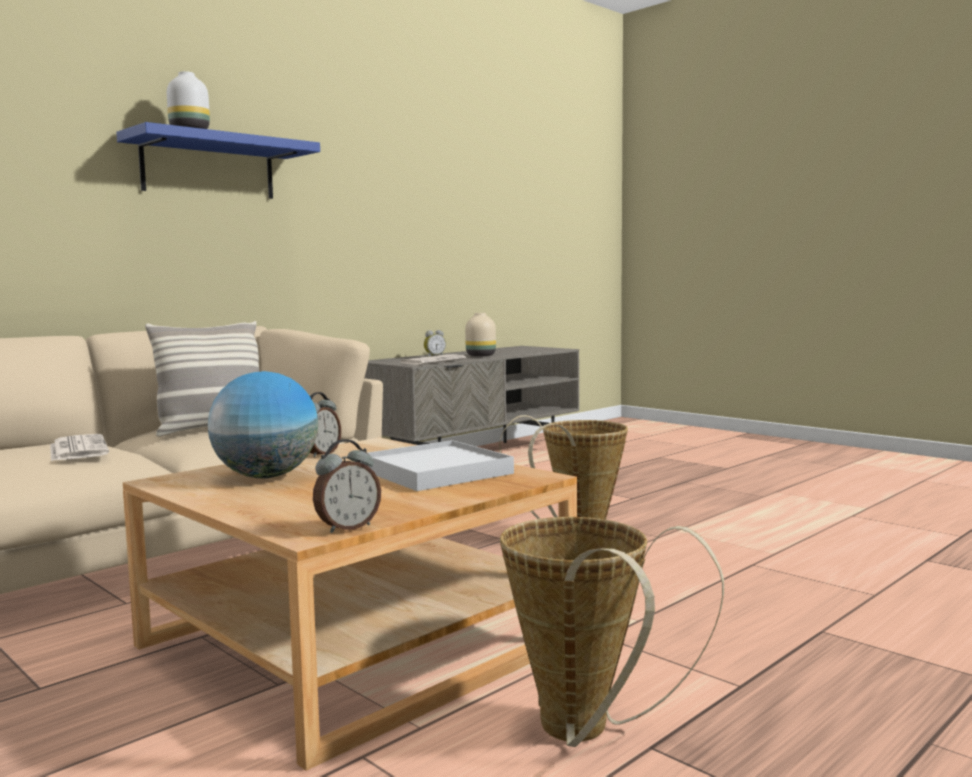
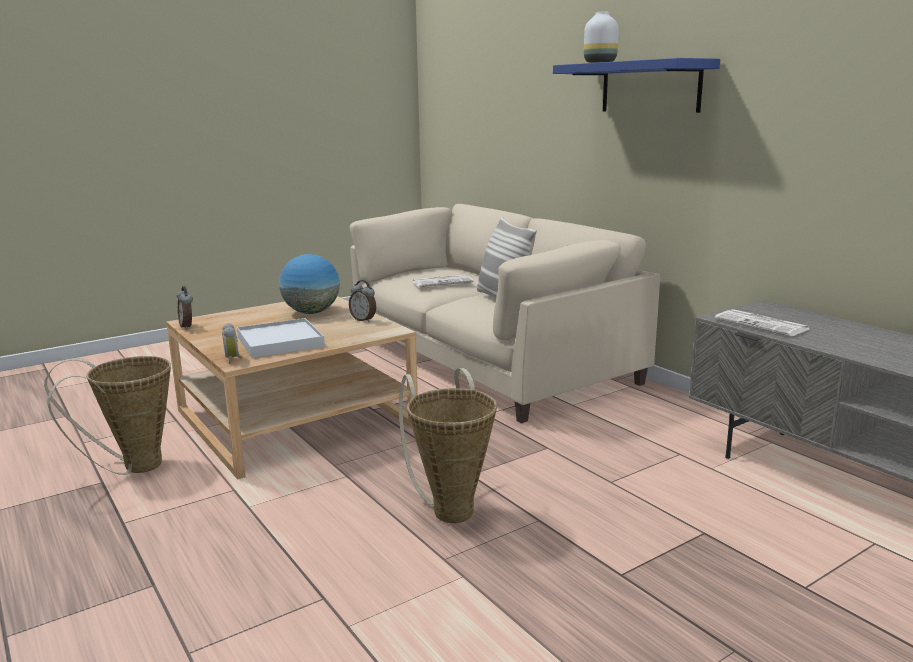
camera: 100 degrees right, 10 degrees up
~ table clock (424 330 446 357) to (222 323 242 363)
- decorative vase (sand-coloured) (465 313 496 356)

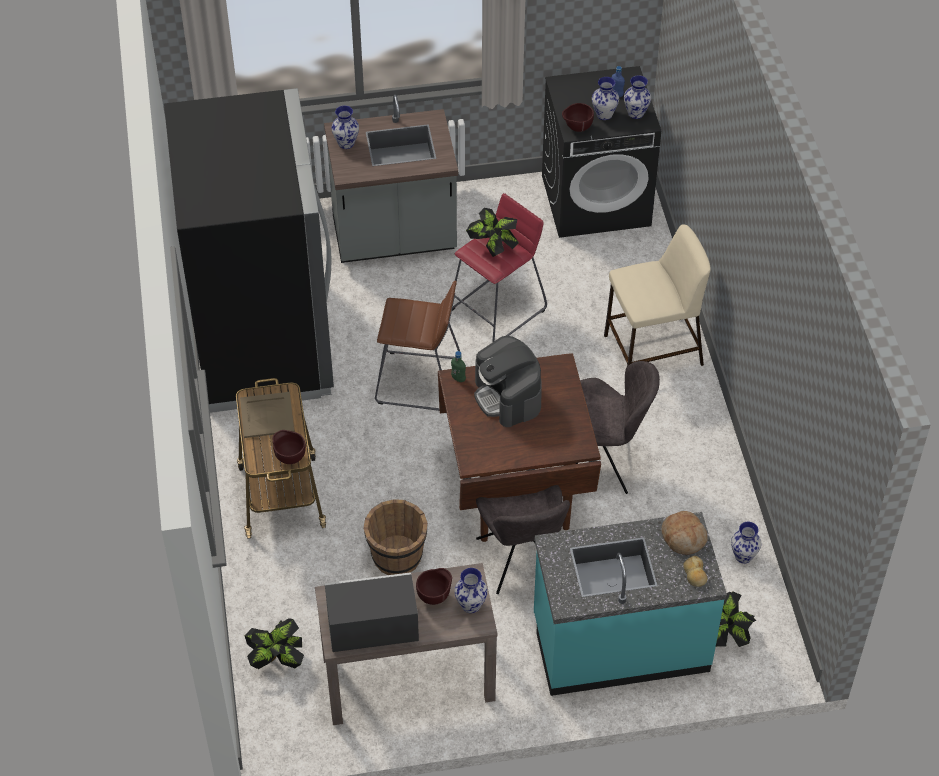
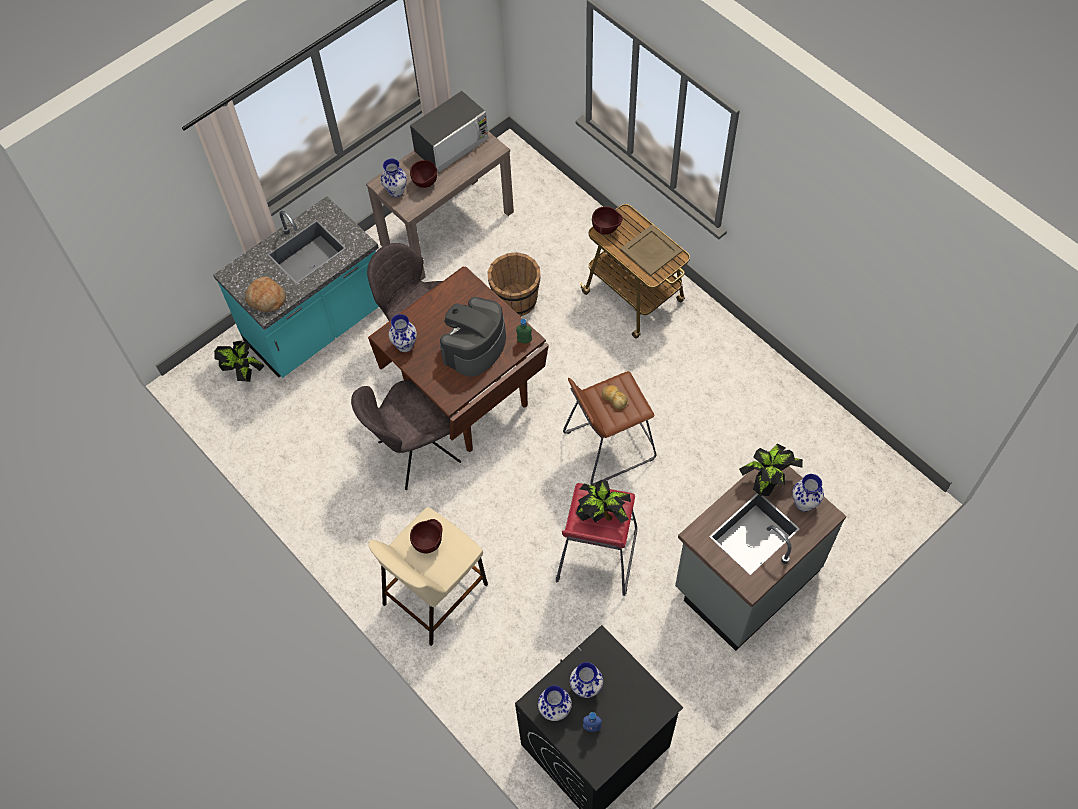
camera: 150 degrees right, 10 degrees up
- kitchen fridge (black) (164 88 334 413)
~ plant in a pot (245 618 304 669) to (739 444 803 496)
~ coffee maker (474 336 542 427) = (440 297 506 377) 90 degrees counterclockwise
~ serving bowl (brown) (562 103 594 132) to (410 519 442 554)
~ bread (683 556 708 587) to (602 385 628 409)
~ decorative vase (731 522 761 564) to (388 314 417 352)

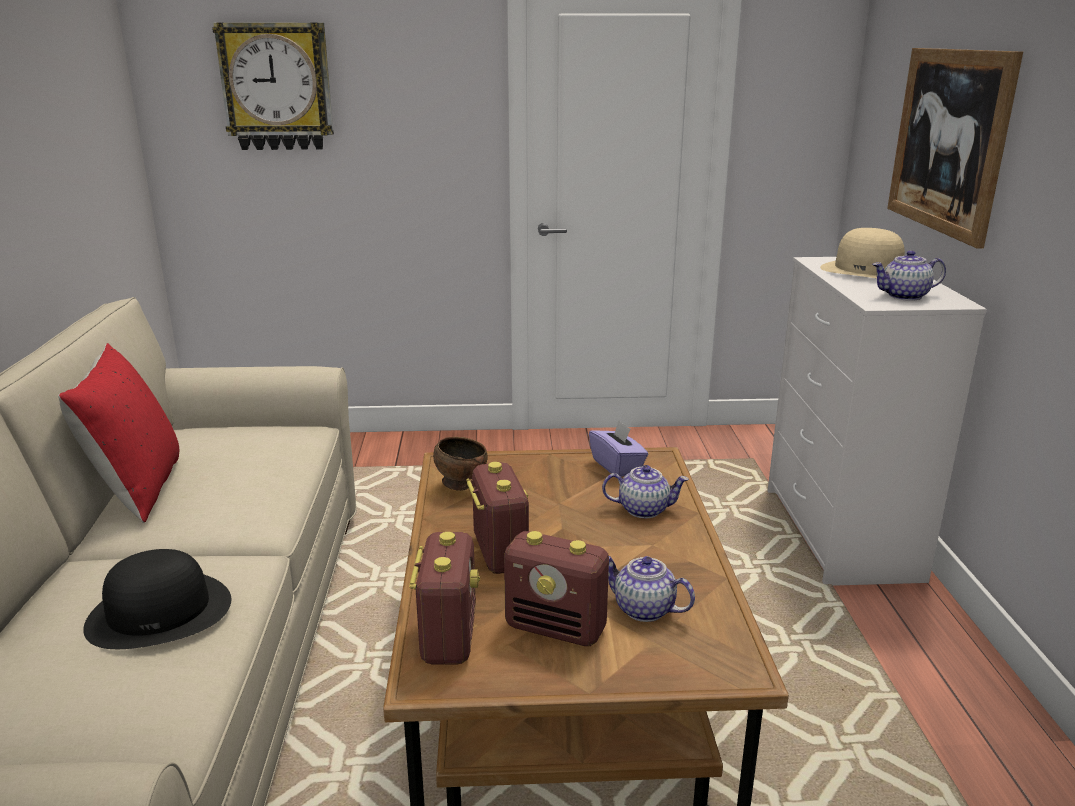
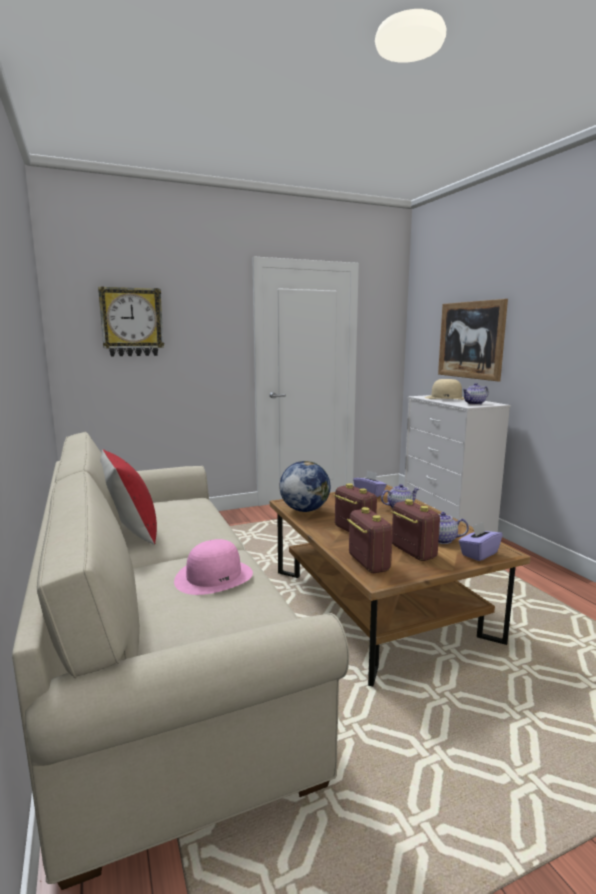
camera: 20 degrees left, 10 degrees down
~ wearable hat (black) (83 549 231 649) to wearable hat (pink) (174 539 253 595)
~ serving bowl (brown) (433 437 487 491) to desk globe (279 461 330 512)
~ radio (504 531 609 646) = (391 499 440 561) 120 degrees counterclockwise
+ box of tissues (purplish) (459 522 503 561)

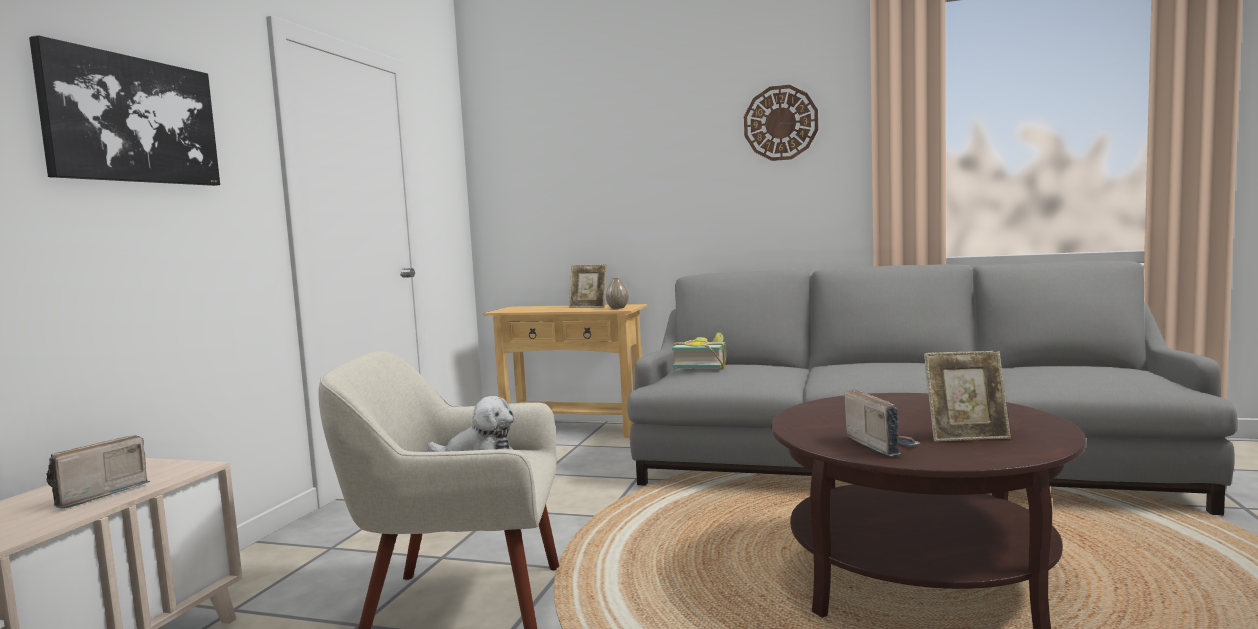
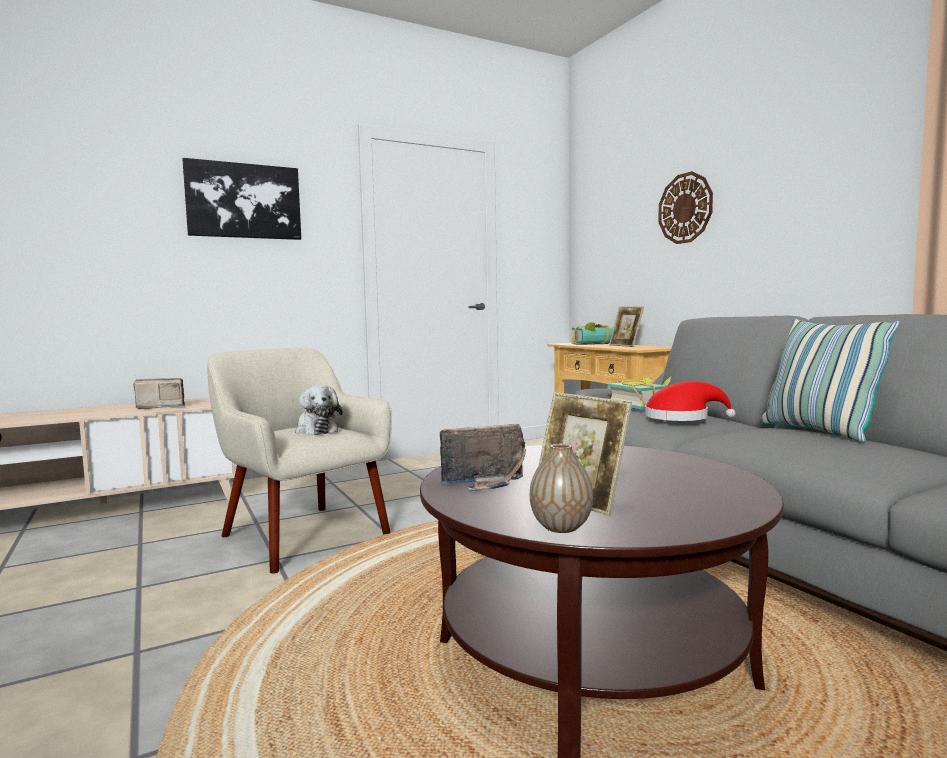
camera: 45 degrees right, 0 degrees up
~ decorative vase (606 277 629 309) to (530 444 593 533)
~ wall clock (744 85 818 161) to (658 171 713 244)
~ radio (844 389 921 456) = (439 424 526 491) 45 degrees clockwise
+ book (572 322 613 345)
+ wearable hat (reddish) (645 381 736 421)
+ throw pillow (760 318 901 442)

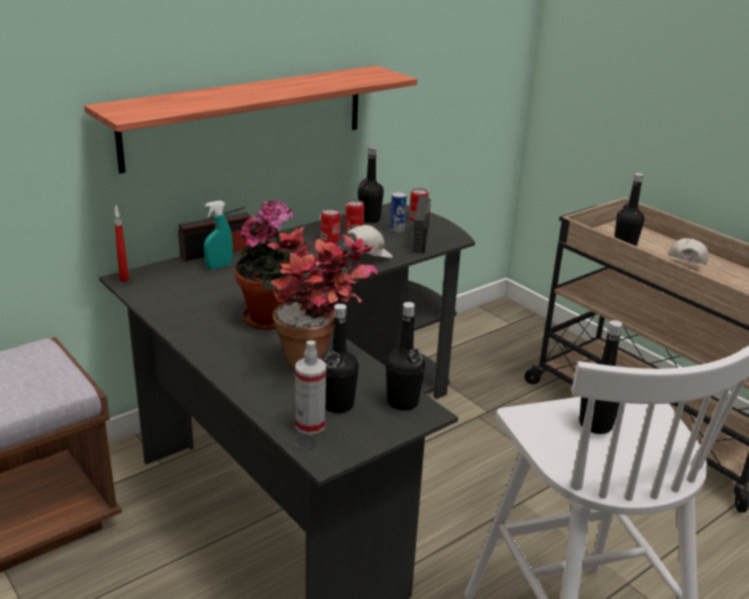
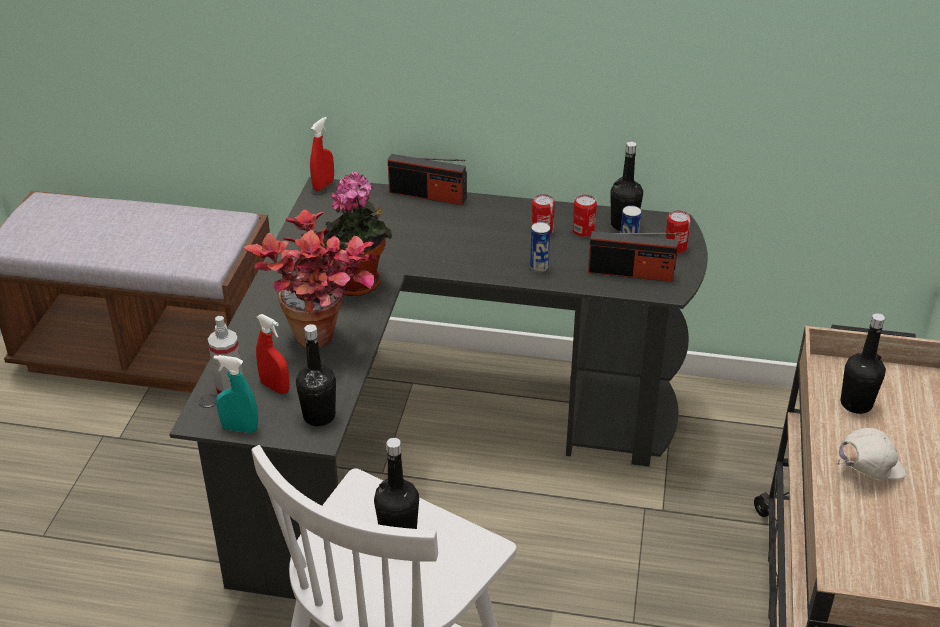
camera: 50 degrees right, 10 degrees up
- wall shelf (84 66 417 174)
~ sprayer (blue-green) (204 200 233 269) to (214 355 258 433)
~ bottle (black) (321 304 359 413) to sprayer (reddish) (256 314 290 394)
~ baseball cap (whitish) (343 225 393 258) to metal can (530 222 550 272)
~ radio (412 195 431 254) = (588 231 678 282) 135 degrees counterclockwise

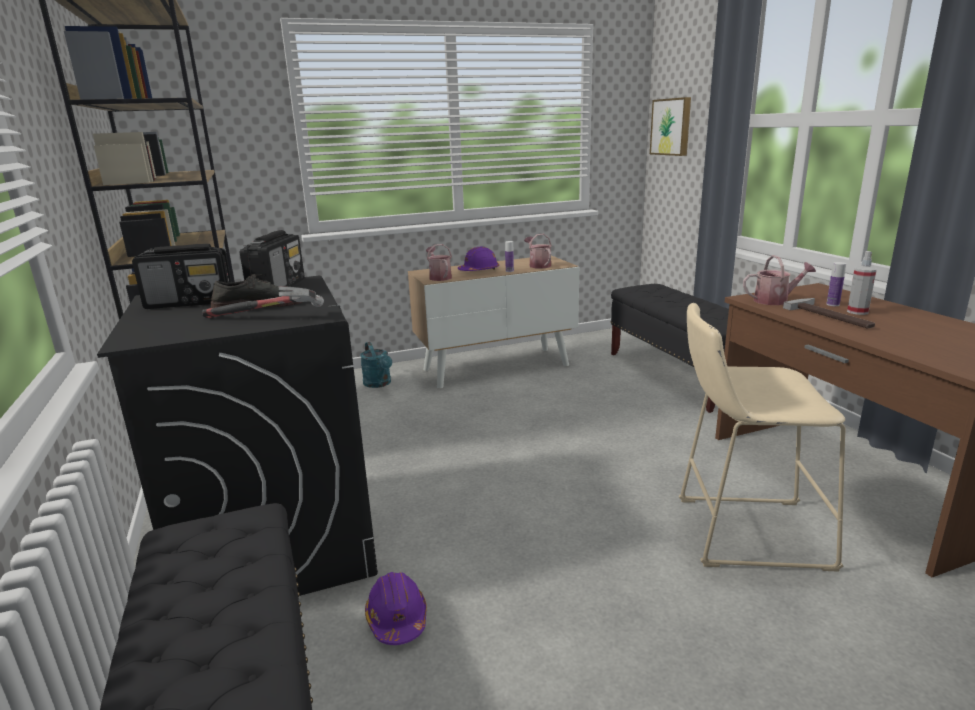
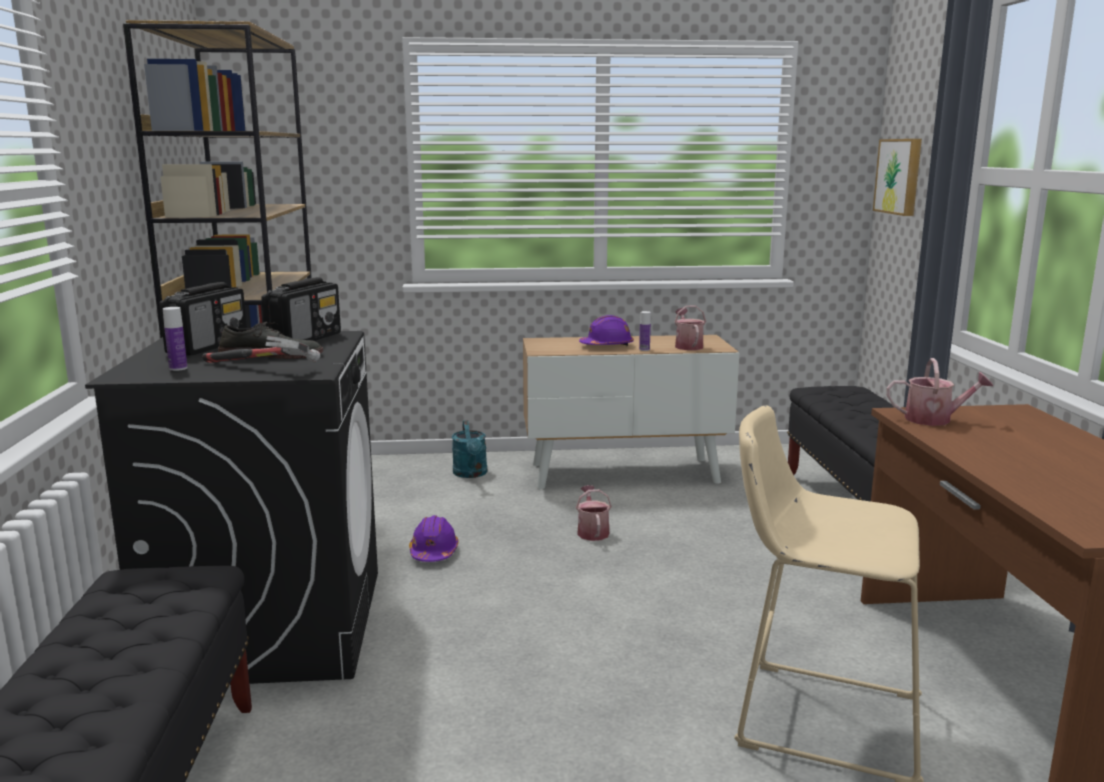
camera: 15 degrees right, 5 degrees down
~ radio (132 244 231 309) = (159 282 247 356) 75 degrees counterclockwise
~ work helmet (purplish) (365 572 427 645) to (409 515 458 562)
~ sprinkling can (426 244 452 281) to (576 485 612 541)
- tool hammer (783 298 875 328)
~ bottle (826 262 846 306) to (163 307 187 371)
- sprayer (847 251 877 315)

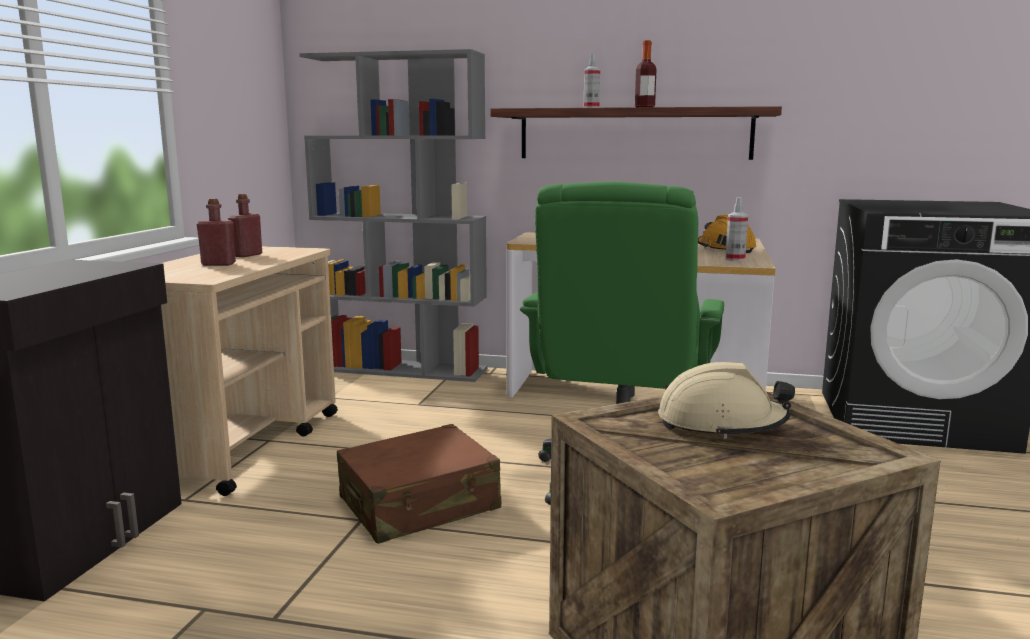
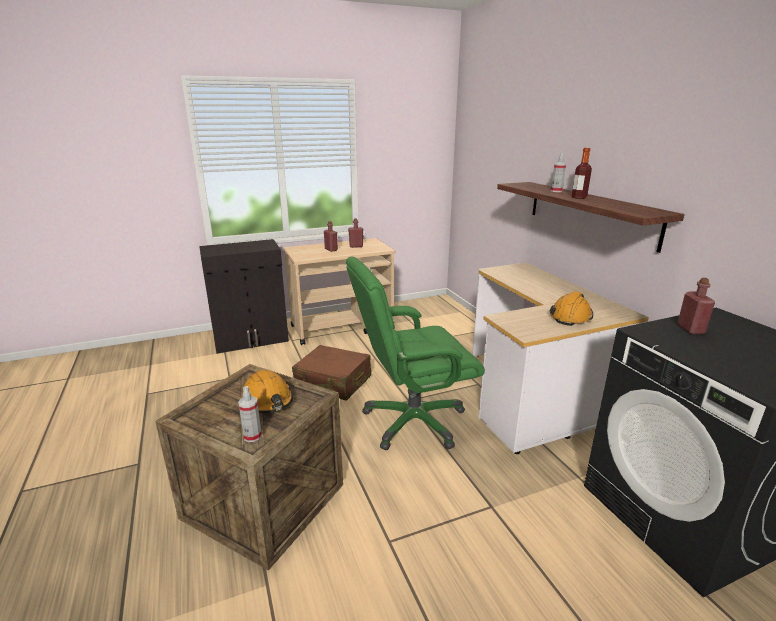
camera: 55 degrees right, 10 degrees up
- bookcase (grey) (299 49 487 382)
~ work helmet (sand-coloured) (658 362 795 439) to work helmet (orange-coloured) (242 370 293 413)
~ sprayer (725 197 748 261) to (238 386 262 442)
+ bottle (reddish) (677 278 715 334)

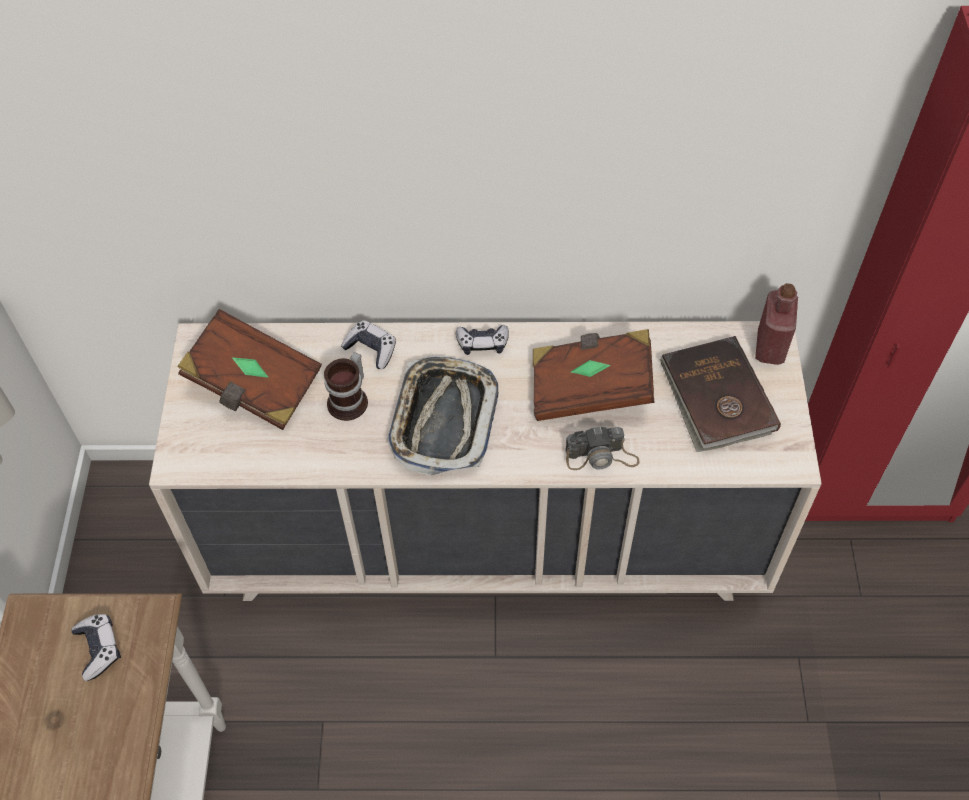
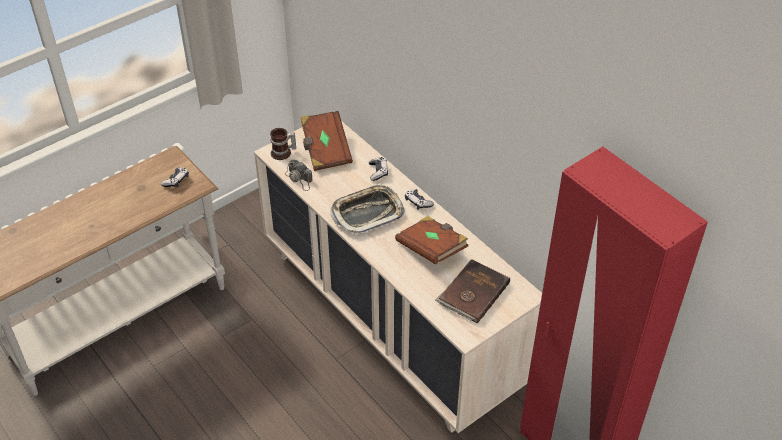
camera: 50 degrees right, 10 degrees down
~ tea mug (324 352 368 421) to (270 128 296 160)
~ still camera (565 427 640 470) to (285 159 313 191)
- bottle (reddish) (755 283 798 365)

